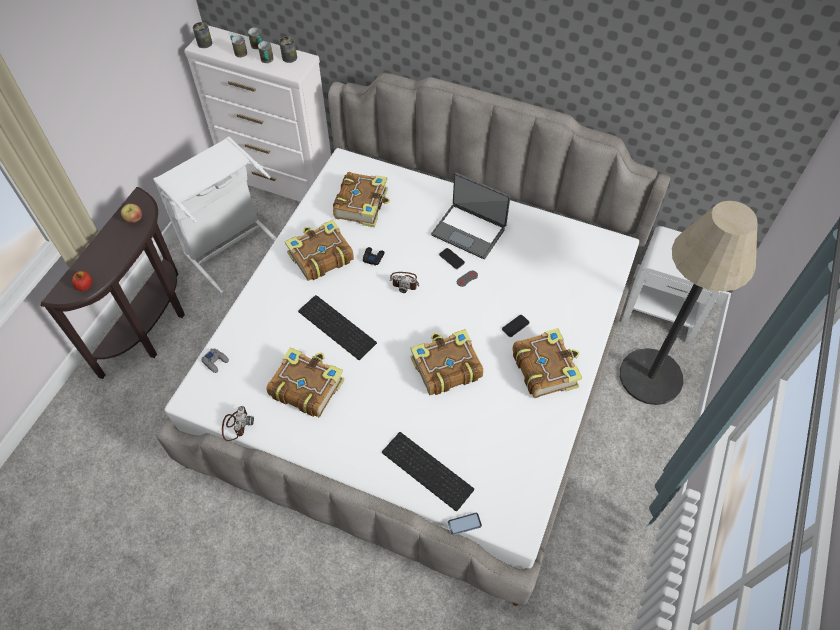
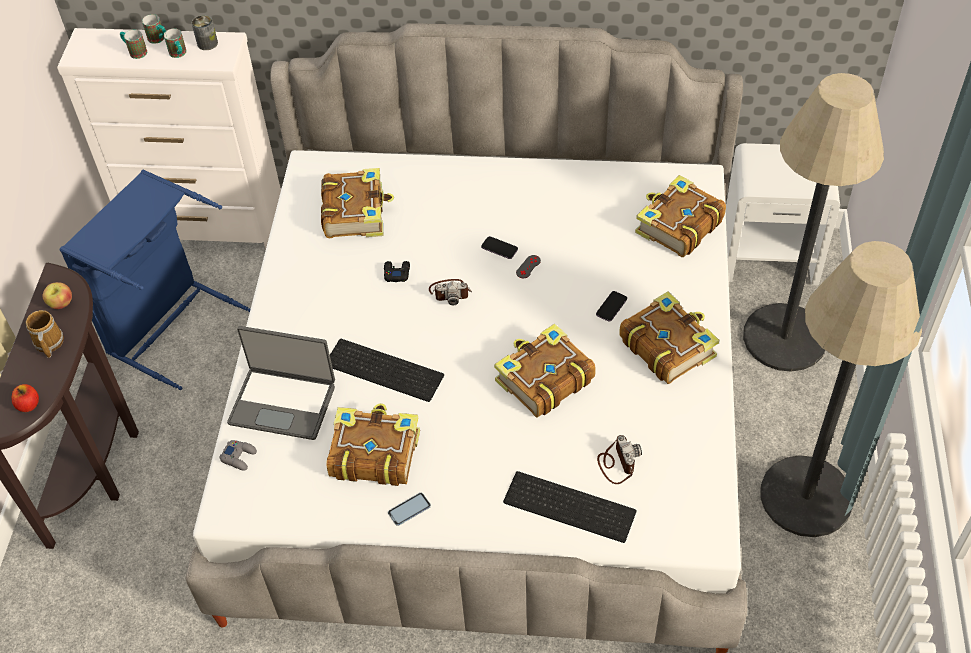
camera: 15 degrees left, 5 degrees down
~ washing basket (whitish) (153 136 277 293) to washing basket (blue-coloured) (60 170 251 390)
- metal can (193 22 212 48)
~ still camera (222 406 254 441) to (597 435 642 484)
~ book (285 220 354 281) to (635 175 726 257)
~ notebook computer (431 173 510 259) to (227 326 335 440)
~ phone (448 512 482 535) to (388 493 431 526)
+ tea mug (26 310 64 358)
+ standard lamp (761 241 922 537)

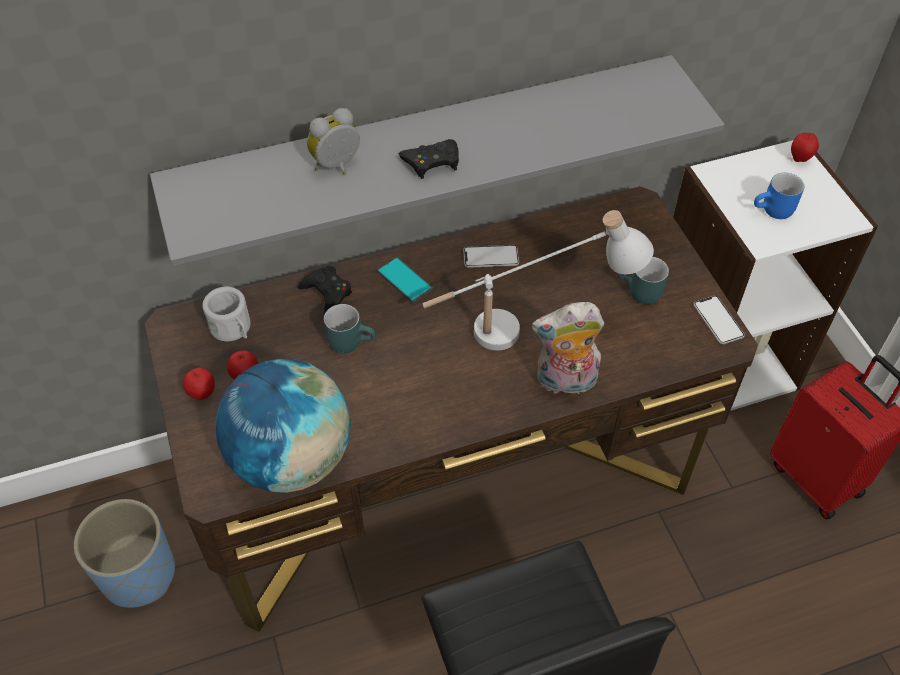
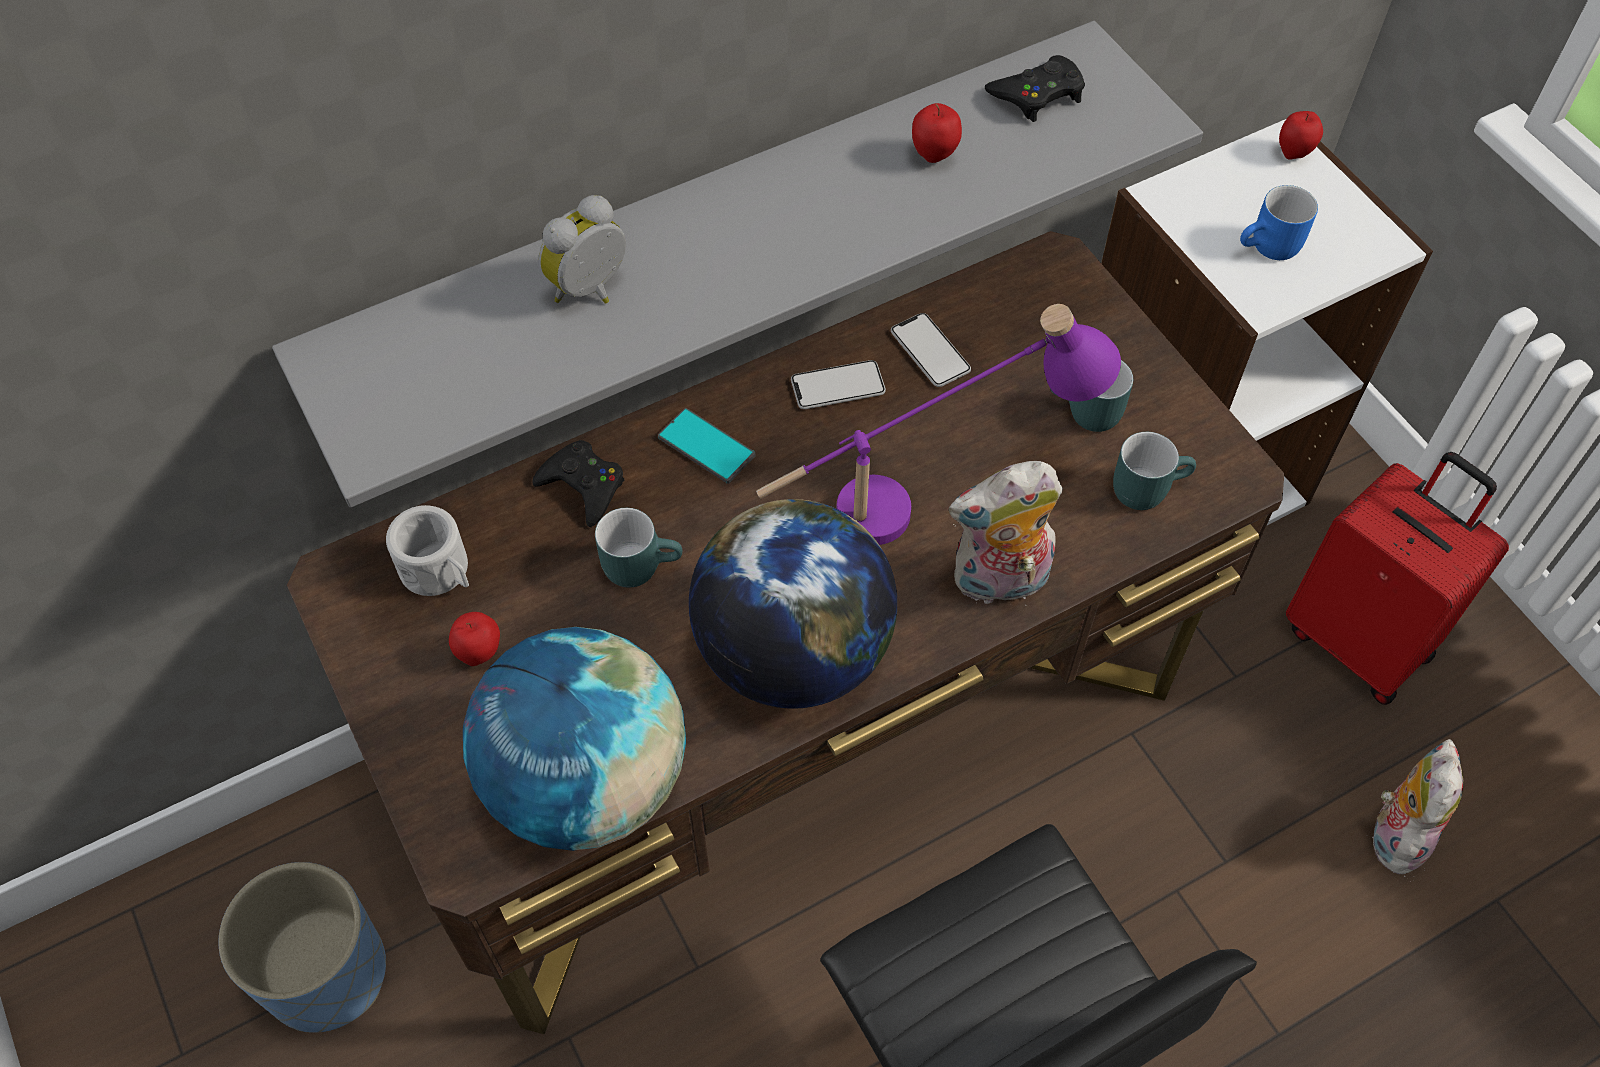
camera: 10 degrees left, 5 degrees up
~ apple fruit (183 368 215 400) to (912 103 962 163)
~ joypad (black) (399 139 459 179) to (985 55 1085 122)
~ table lamp (whitish) (423 210 654 351) to table lamp (purplish) (756 304 1121 545)
~ phone (694 296 745 344) to (891 313 971 387)
+ desk globe (689 499 897 709)
+ tea mug (blue-green) (1113 432 1196 510)
+ cuddly toy (1372 739 1463 877)

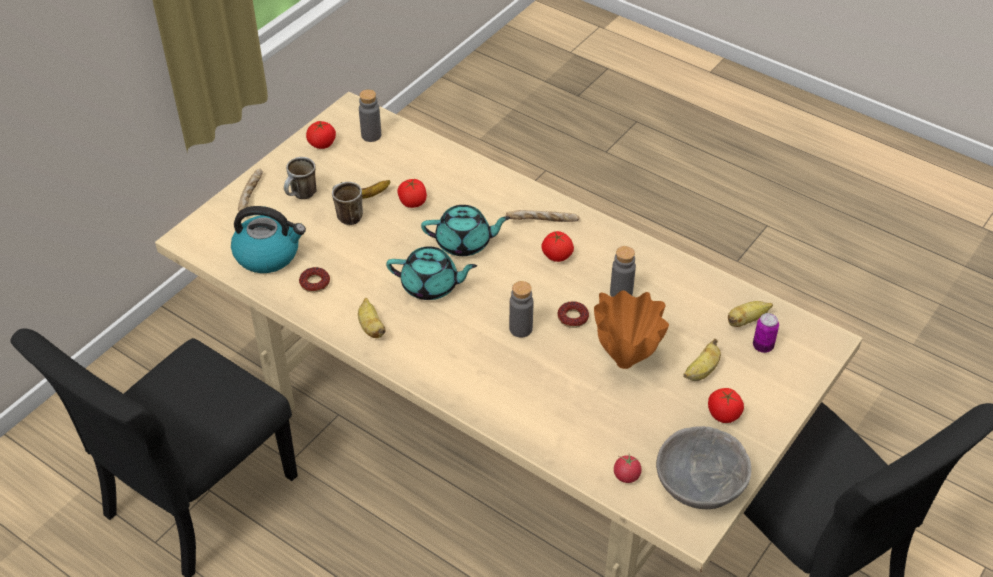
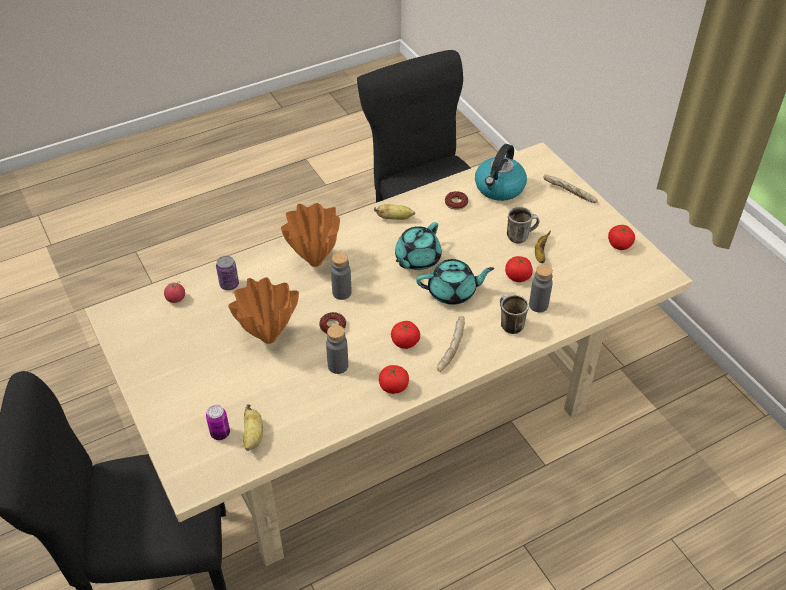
camera: 115 degrees right, 0 degrees up
~ tea mug (284 157 316 199) to (500 295 529 334)
~ bottle (grey) (359 89 381 142) to (529 265 553 312)
~ teapot (blue-green) (421 205 510 256) = (416 259 494 305) 120 degrees counterclockwise
- serving bowl (grey) (656 426 751 509)
- whole banana (684 339 721 381)
~ tomato (708 388 744 423) to (379 365 409 394)
+ metal can (216 256 239 290)
+ decorative vase (orange-coloured) (281 203 340 267)

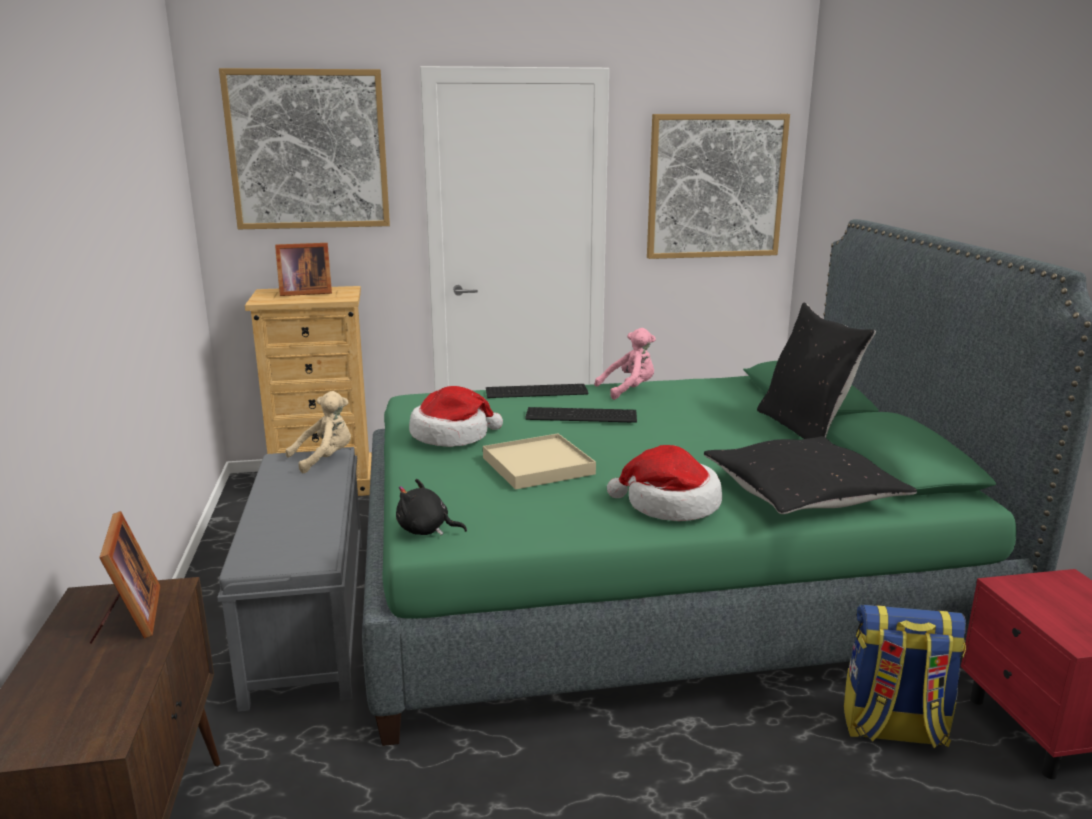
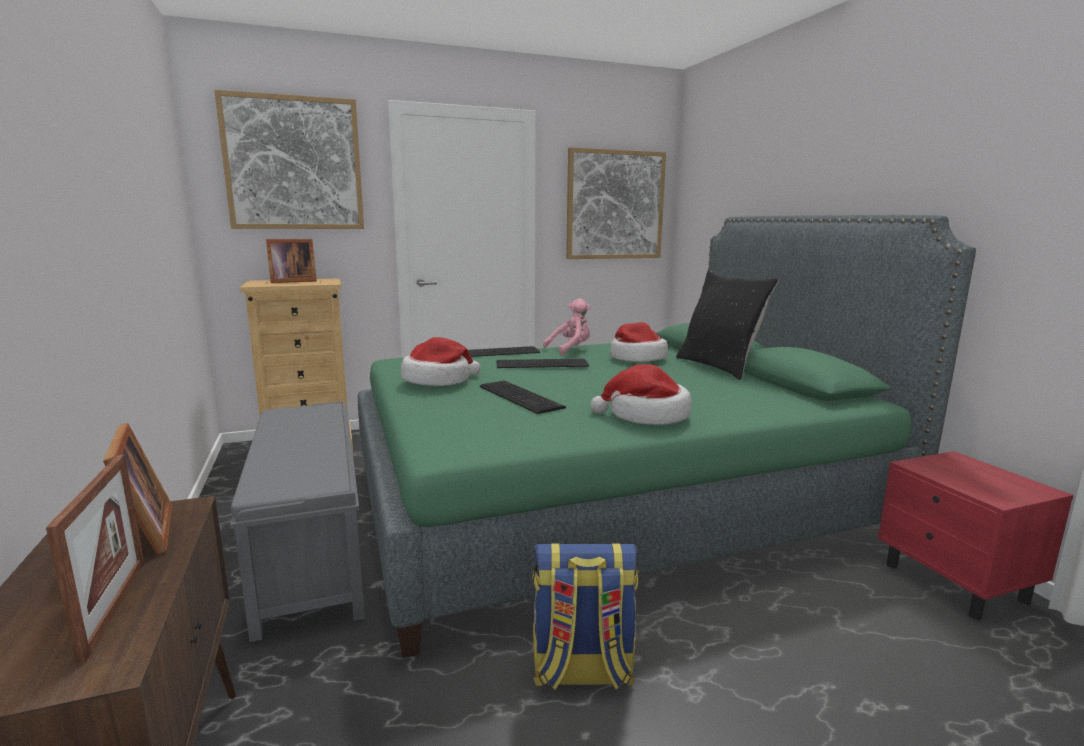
camera: 10 degrees left, 5 degrees down
- cuddly toy (sand-coloured) (286 391 351 473)
- cuddly toy (black) (396 479 467 535)
~ serving tray (sand-coloured) (483 433 596 490) to computer keyboard (480 380 566 414)
- throw pillow (black) (704 436 917 514)
~ rucksack (844 604 966 748) to (532 542 639 690)
+ standing frame (46 454 144 664)
+ wearable hat (610 322 668 362)

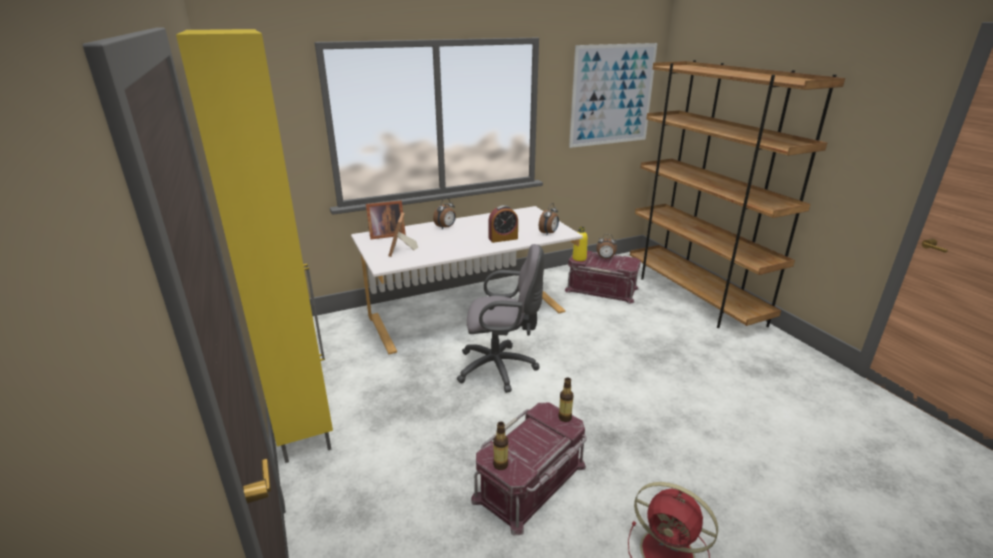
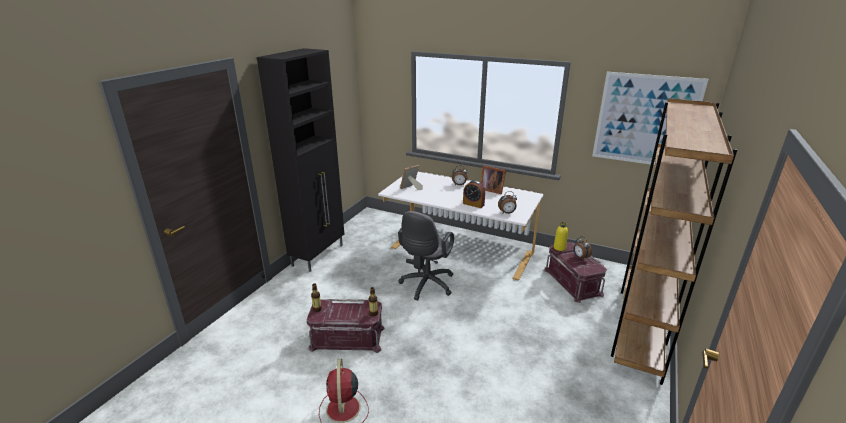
camera: 50 degrees right, 0 degrees up
~ storage cabinet (yellowish) (176 29 333 463) to storage cabinet (black) (257 48 344 272)
~ standing frame (366 201 406 239) to (480 165 506 194)
~ office chair (grey) (457 244 545 393) = (398 211 454 300) 60 degrees clockwise

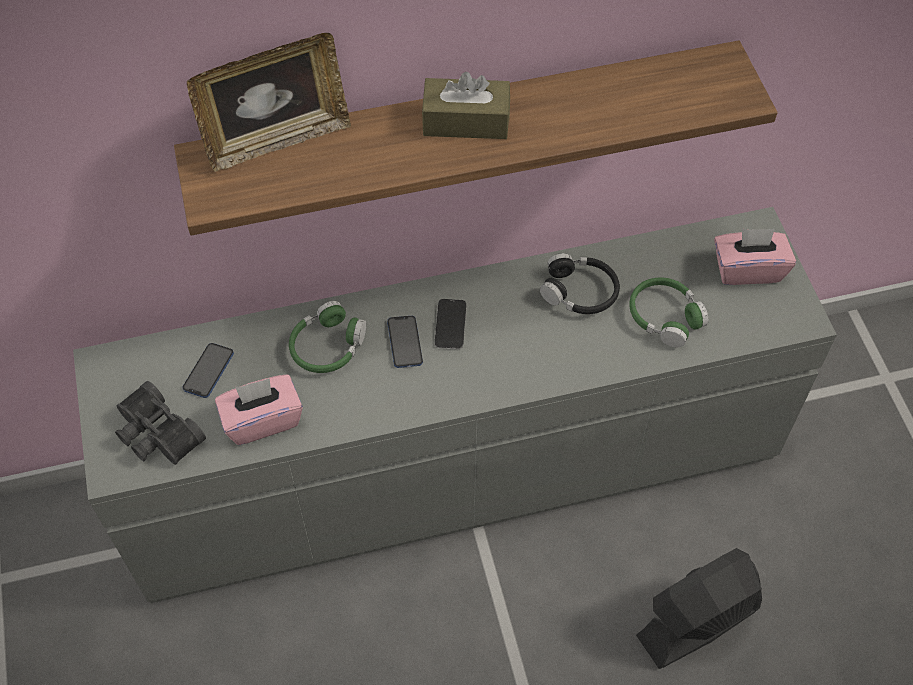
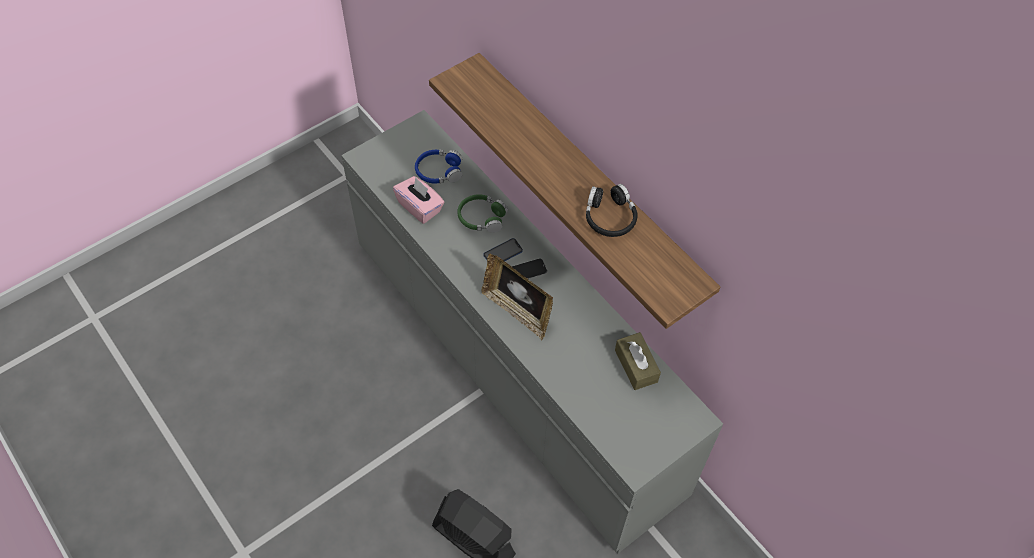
camera: 65 degrees right, 0 degrees up
- pair of binoculars (black) (115 381 206 465)
~ phone (182 343 234 398) to headset (blue-coloured) (415 150 462 184)
~ standing frame (187 33 351 172) to (481 253 553 340)
~ box of tissues (brown) (422 72 510 139) to (615 332 661 390)
~ headset (black) (540 253 620 314) to (586 184 638 237)
- headset (green-coloured) (629 277 708 347)
- box of tissues (pink) (714 229 796 285)

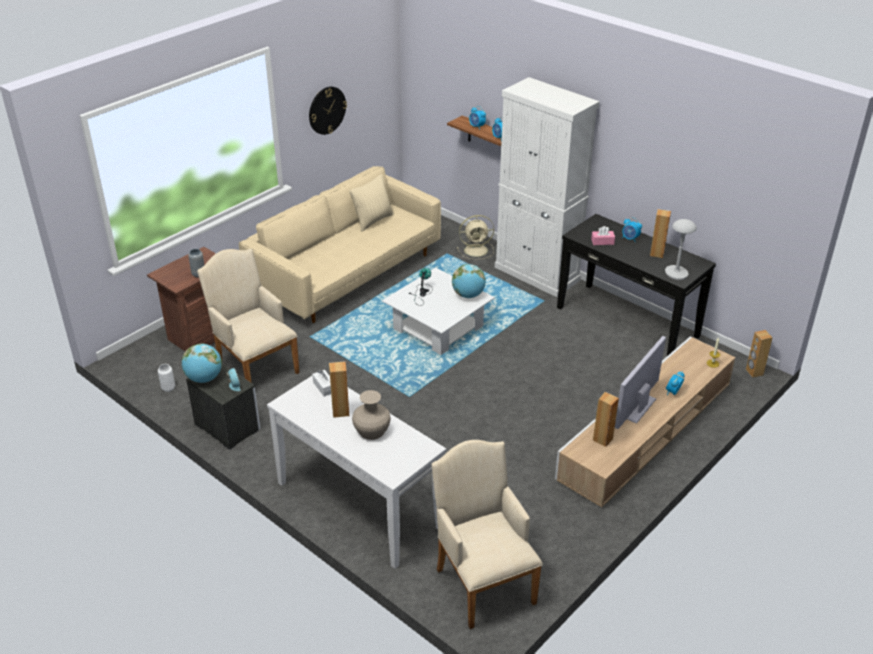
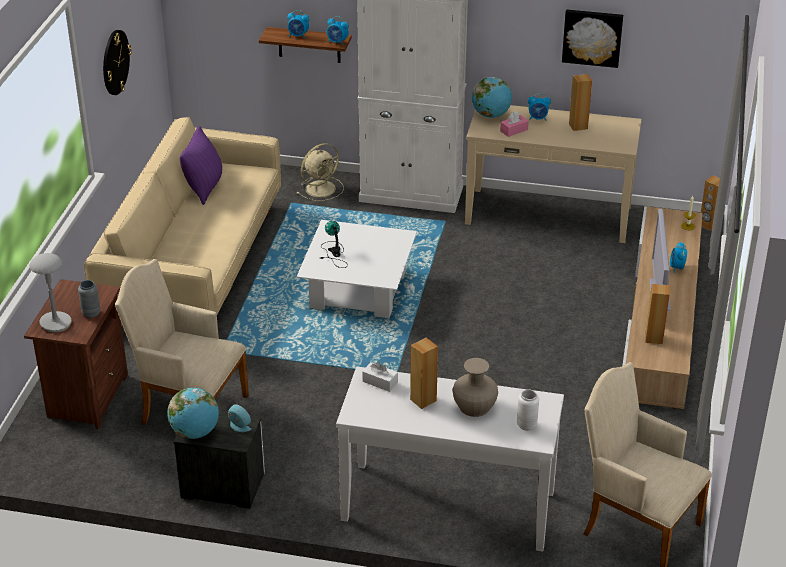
camera: 30 degrees left, 0 degrees up
~ decorative vase (whitish) (158 364 175 392) to (517 389 539 431)
~ throw pillow (sand-coloured) (350 174 394 232) to throw pillow (purplish) (180 126 222 205)
~ desk globe (452 264 486 298) to (472 77 512 118)
~ hall table (black) (557 214 716 356) to hall table (sand-coloured) (465 105 642 243)
~ table lamp (grey) (665 219 697 280) to (30 253 72 332)
+ wall art (562 10 623 68)

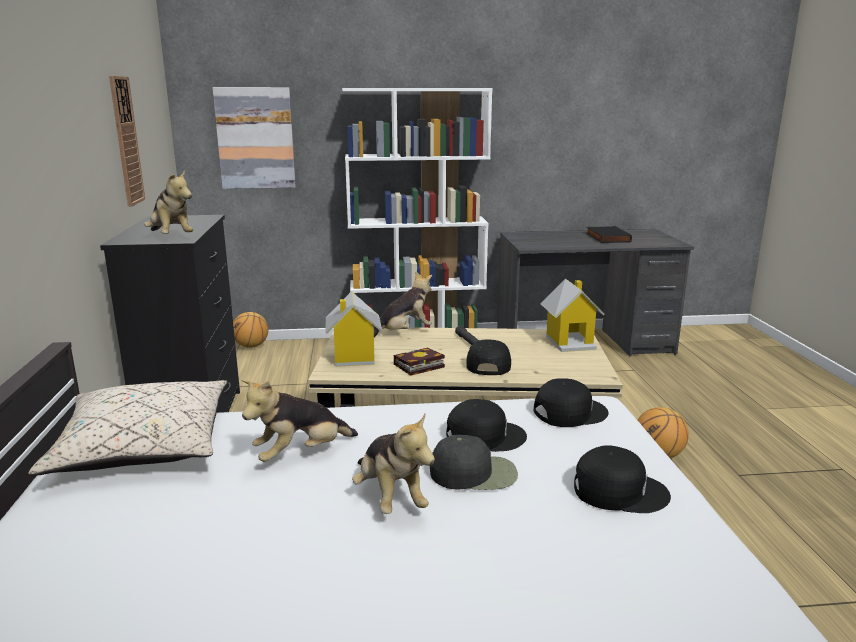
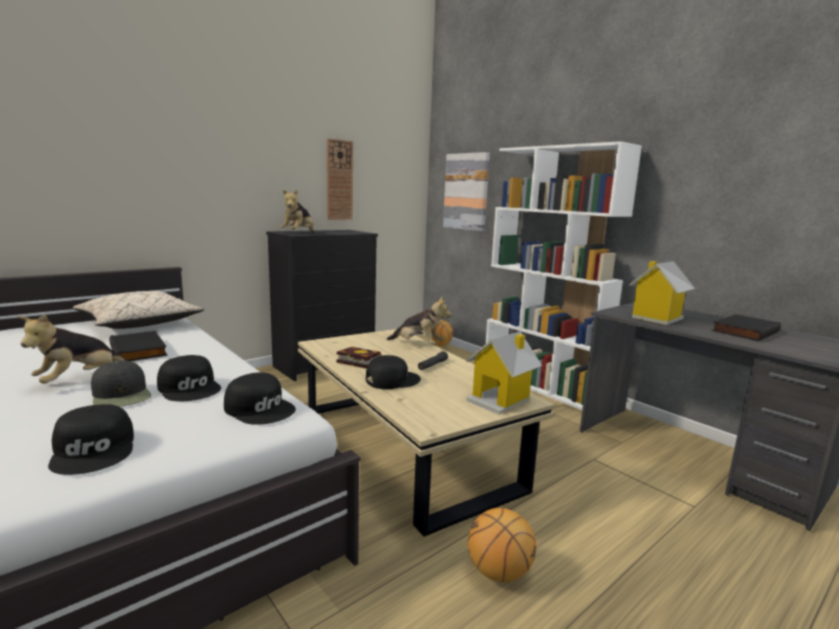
camera: 55 degrees right, 5 degrees down
~ cuddly toy (241 380 358 462) to book (black) (109 331 168 361)
~ toy house (325 291 382 367) to (629 261 695 325)

